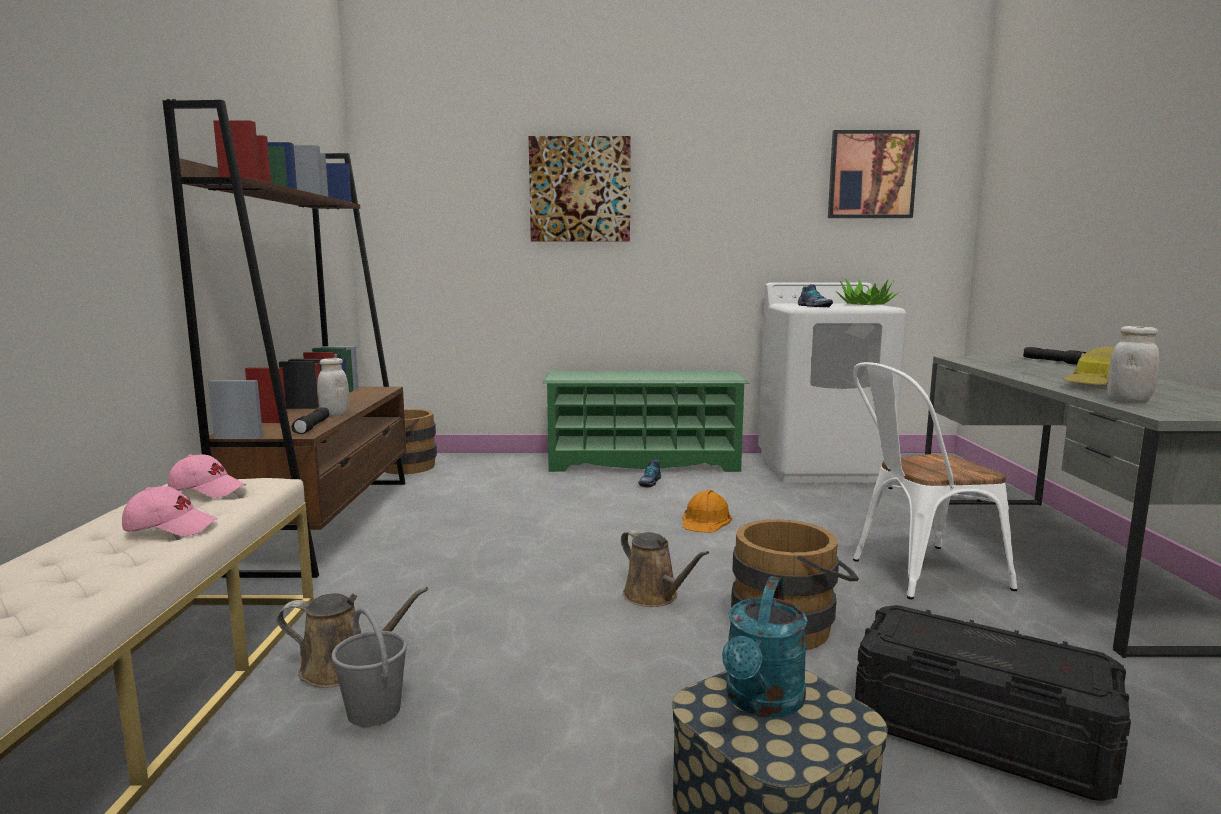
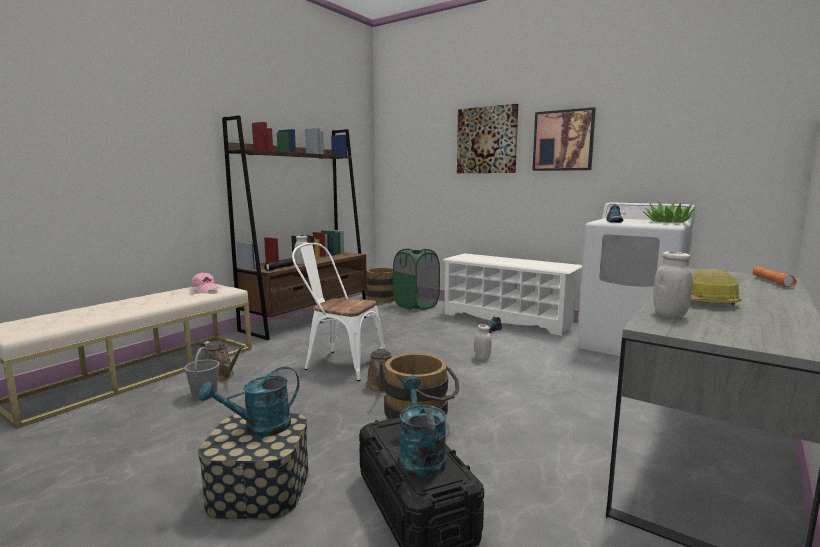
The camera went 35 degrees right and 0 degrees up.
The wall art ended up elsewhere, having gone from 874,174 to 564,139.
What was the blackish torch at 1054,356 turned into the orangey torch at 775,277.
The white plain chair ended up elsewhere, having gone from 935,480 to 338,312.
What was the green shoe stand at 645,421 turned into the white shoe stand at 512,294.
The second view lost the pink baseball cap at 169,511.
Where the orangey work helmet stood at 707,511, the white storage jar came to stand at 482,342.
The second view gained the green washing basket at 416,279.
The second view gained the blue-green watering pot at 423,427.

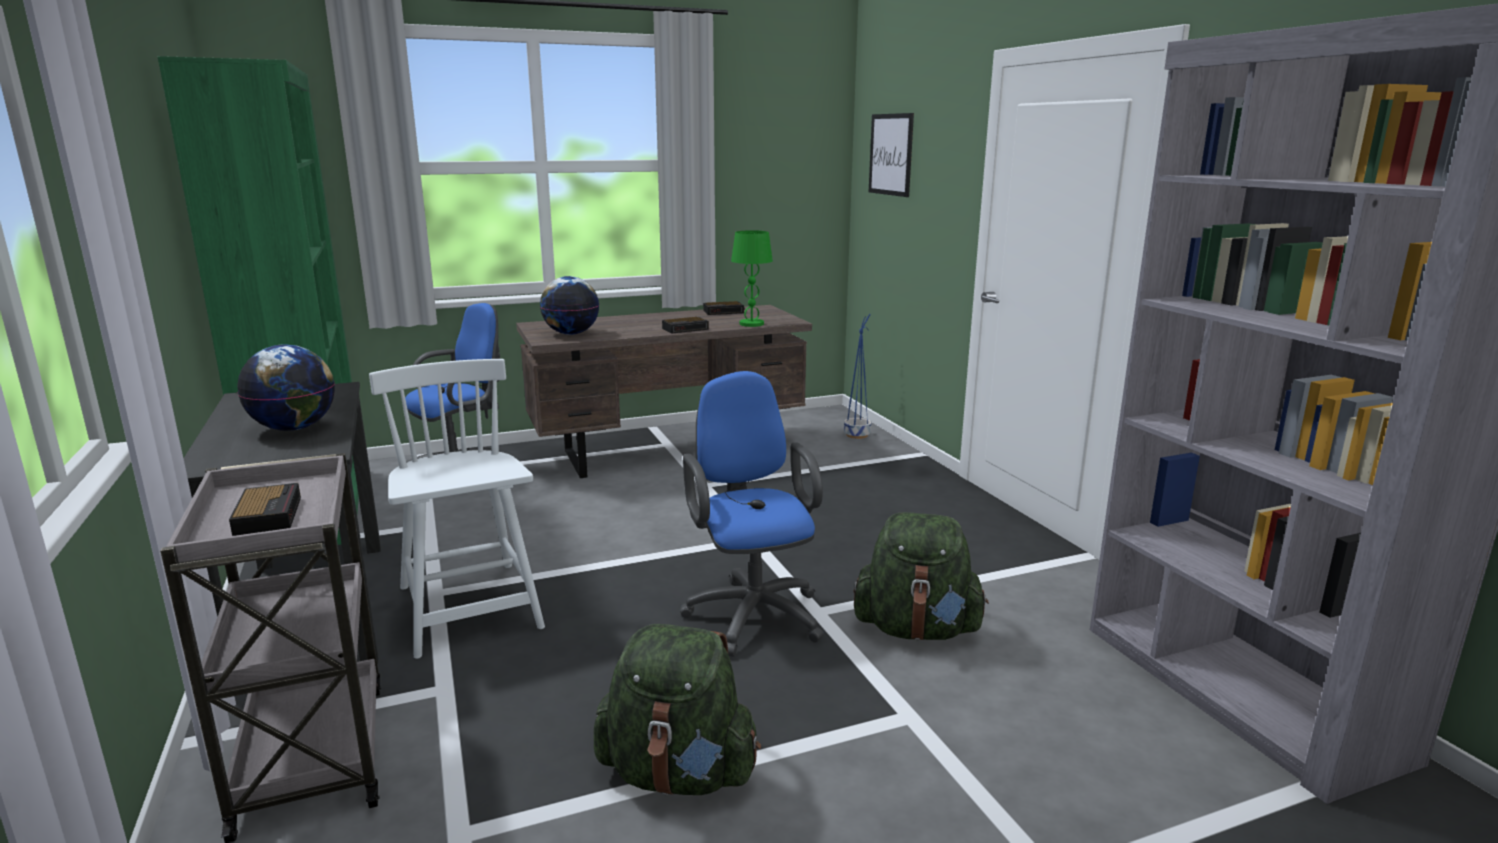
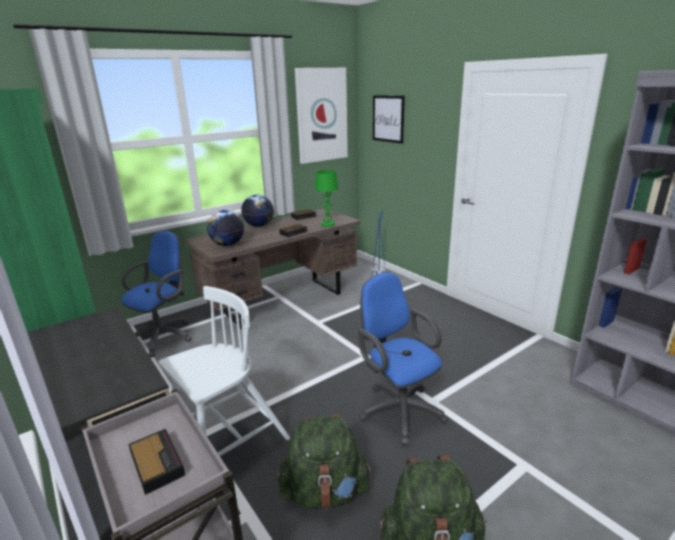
The camera went 15 degrees left and 5 degrees up.
The desk globe ended up elsewhere, having gone from 286,387 to 257,211.
The white plain chair at 457,509 ended up facing another way, 90 degrees clockwise from before.
The green rucksack ended up elsewhere, having gone from 921,576 to 325,461.
The second view gained the wall art at 321,116.

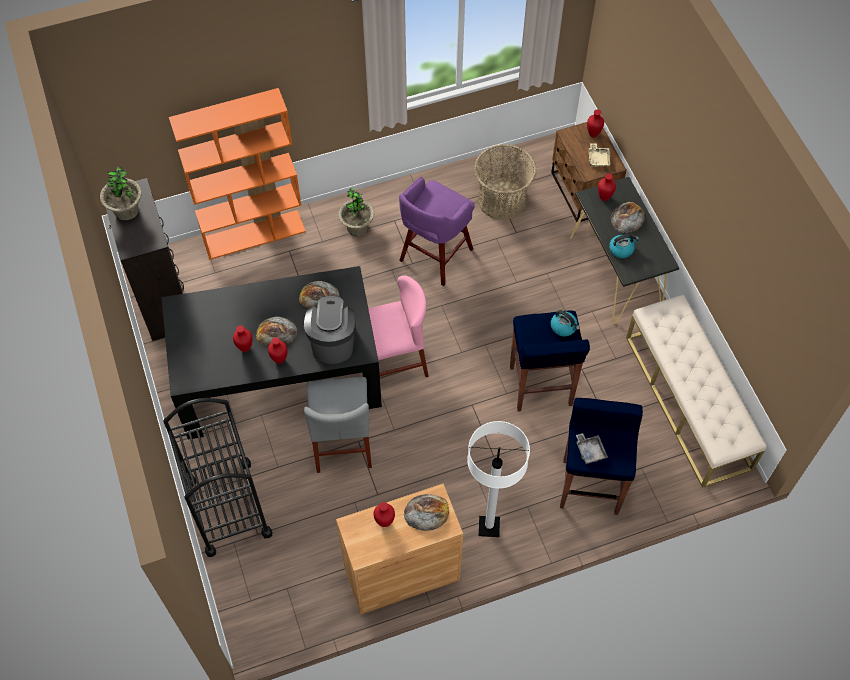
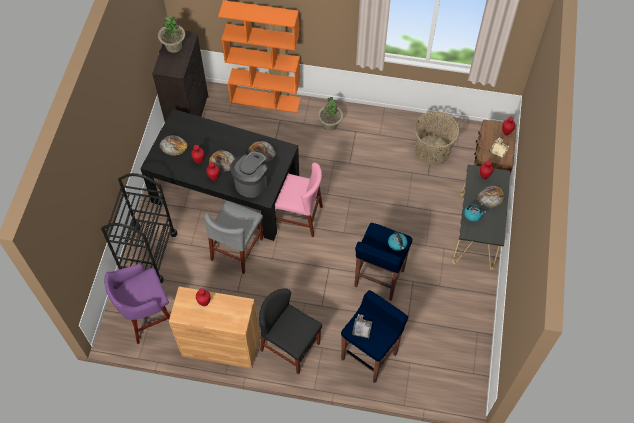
The camera went 30 degrees right and 0 degrees up.
The purplish sitting stool ended up elsewhere, having gone from 437,231 to 137,304.
The second view lost the beige-coloured indoor bench at 696,391.
Where the white standing lamp stood at 498,479, the blackish plain chair came to stand at 290,331.
The bakery bread ended up elsewhere, having gone from 426,512 to 173,145.

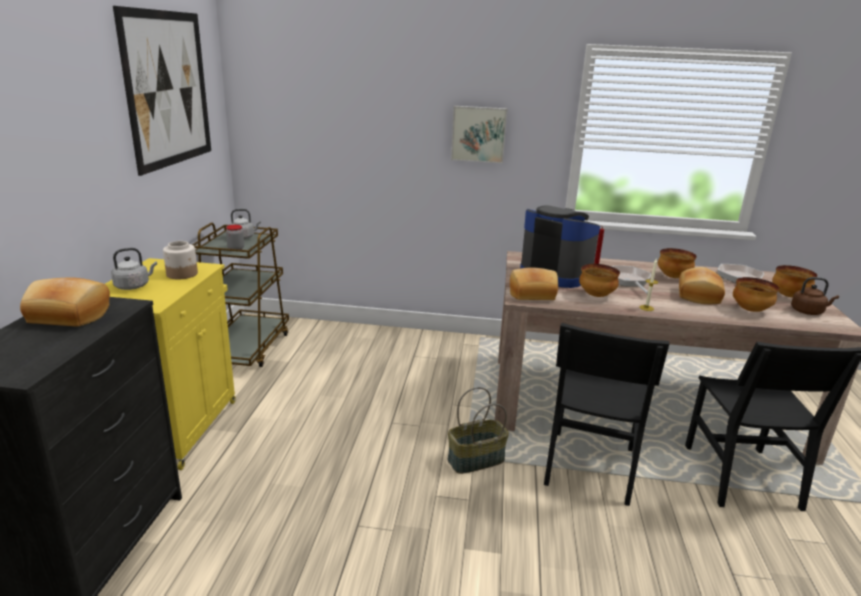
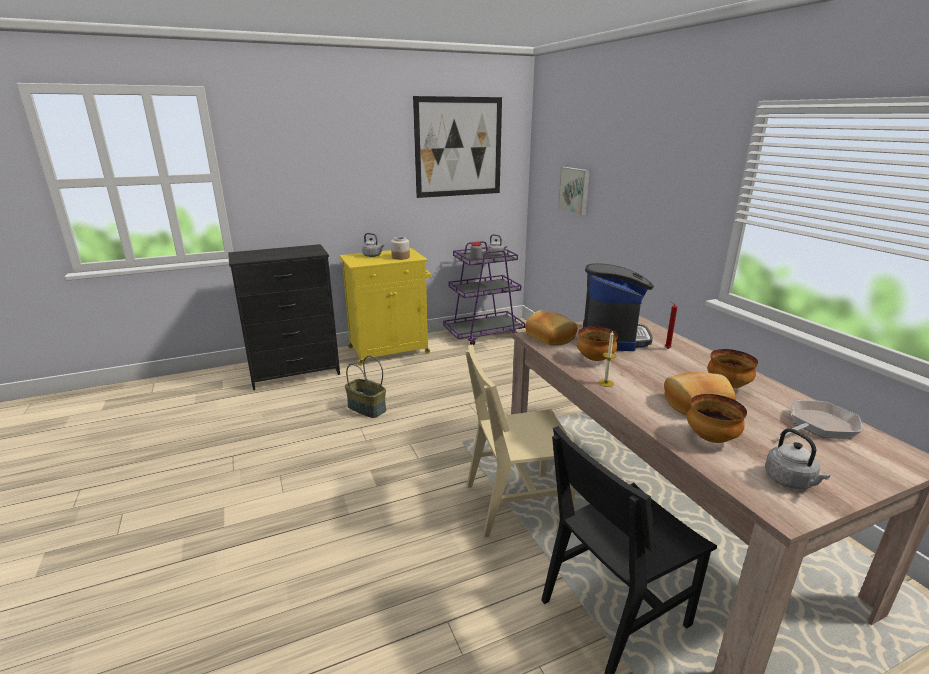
The camera went 60 degrees right and 0 degrees up.
The wall art ended up elsewhere, having gone from 479,134 to 574,191.
What was the brownish wheeled cart at 240,295 turned into the purplish wheeled cart at 484,293.
The second view lost the serving bowl at 794,281.
The second view lost the pan at 631,280.
What was the brownish tea kettle at 815,296 turned into the greyish tea kettle at 797,458.
The second view lost the bakery bread at 65,302.
What was the blackish plain chair at 606,414 turned into the beige-coloured plain chair at 520,440.
The storage basket ended up elsewhere, having gone from 478,430 to 365,387.

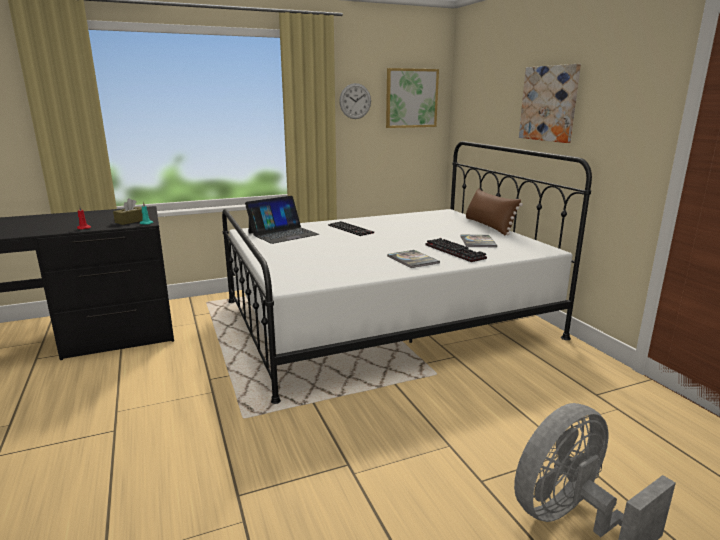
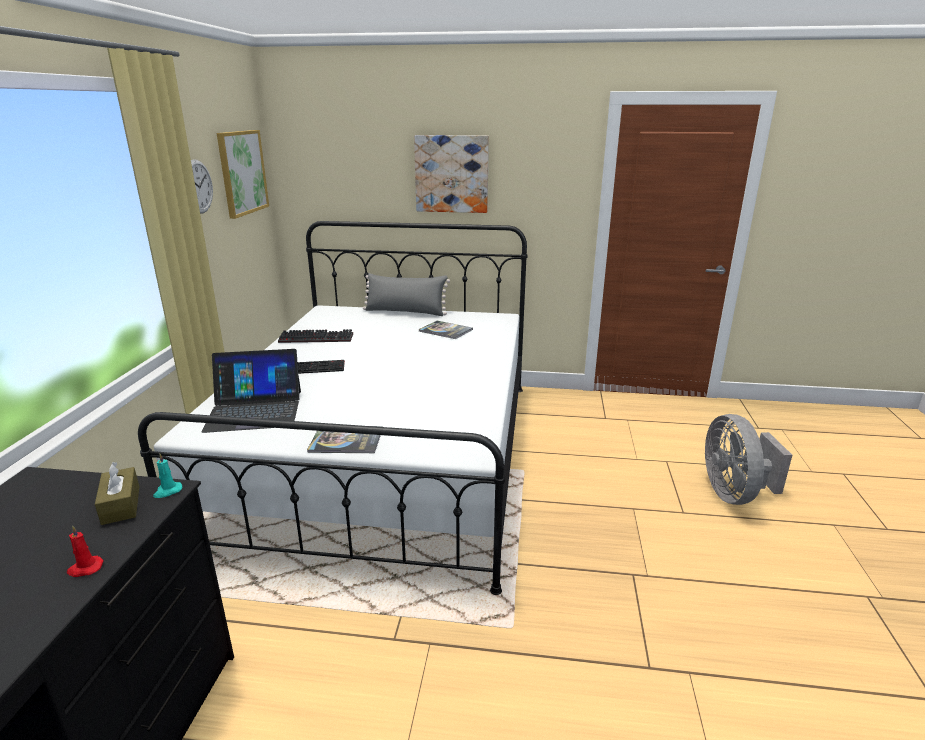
The camera went 60 degrees left and 5 degrees up.
What was the brownish pillow at 494,212 turned into the greyish pillow at 406,294.
The notebook computer at 282,220 ended up facing another way, 90 degrees clockwise from before.
The keyboard ended up elsewhere, having gone from 456,250 to 315,336.
The book ended up elsewhere, having gone from 413,259 to 345,439.

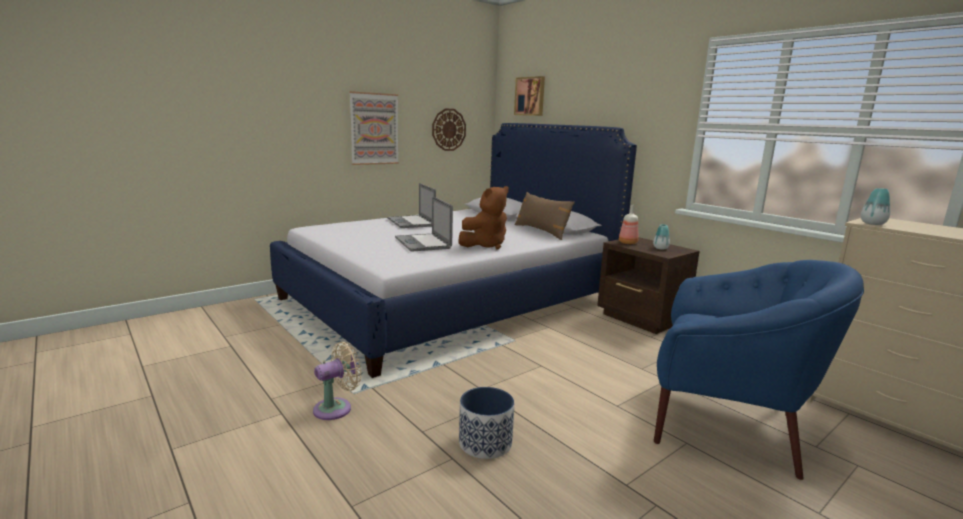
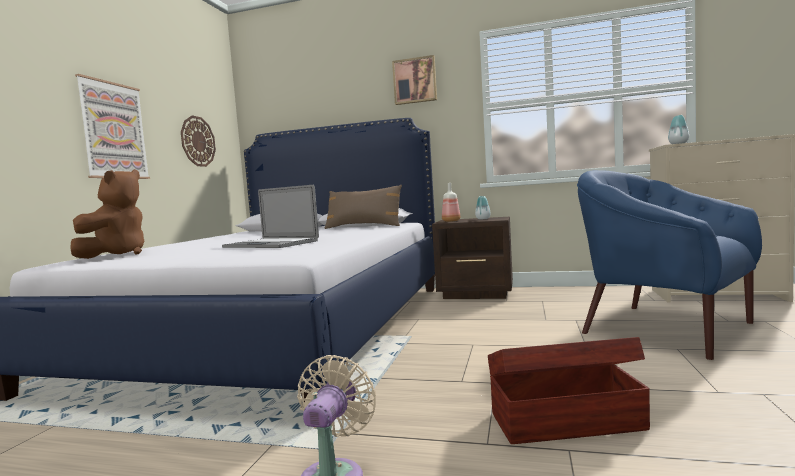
The camera went 35 degrees left and 10 degrees down.
The wall art ended up elsewhere, having gone from 529,96 to 414,80.
The second view lost the notebook computer at 411,205.
The brownish plush toy ended up elsewhere, having gone from 484,218 to 108,214.
The blue-coloured armchair at 759,370 ended up facing another way, 120 degrees counterclockwise from before.
Where the flower pot stood at 486,423, the brownish storage box came to stand at 569,390.

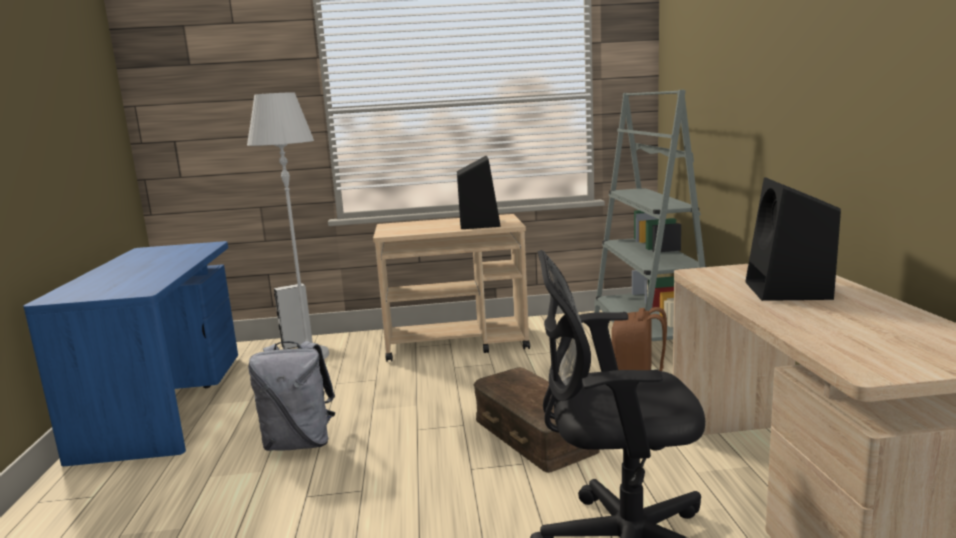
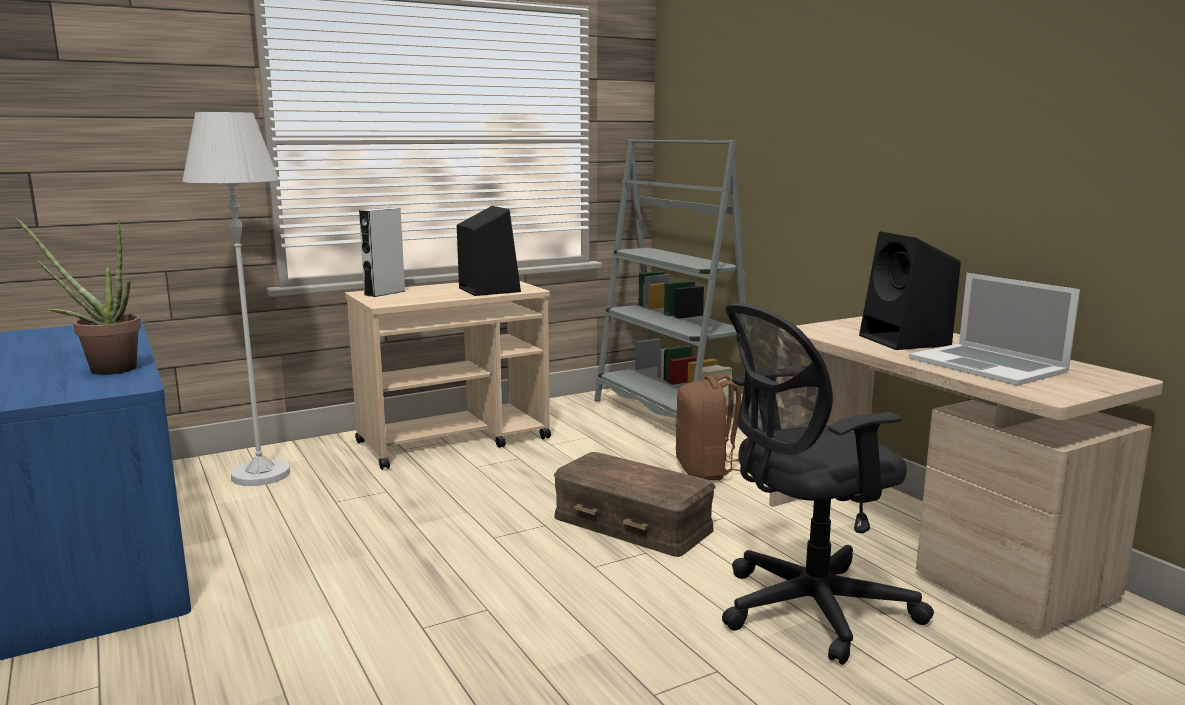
The camera went 25 degrees left and 0 degrees up.
The greyish loudspeaker ended up elsewhere, having gone from 293,316 to 382,252.
The second view lost the greyish rucksack at 291,396.
The second view gained the potted plant at 78,296.
The second view gained the notebook computer at 994,329.

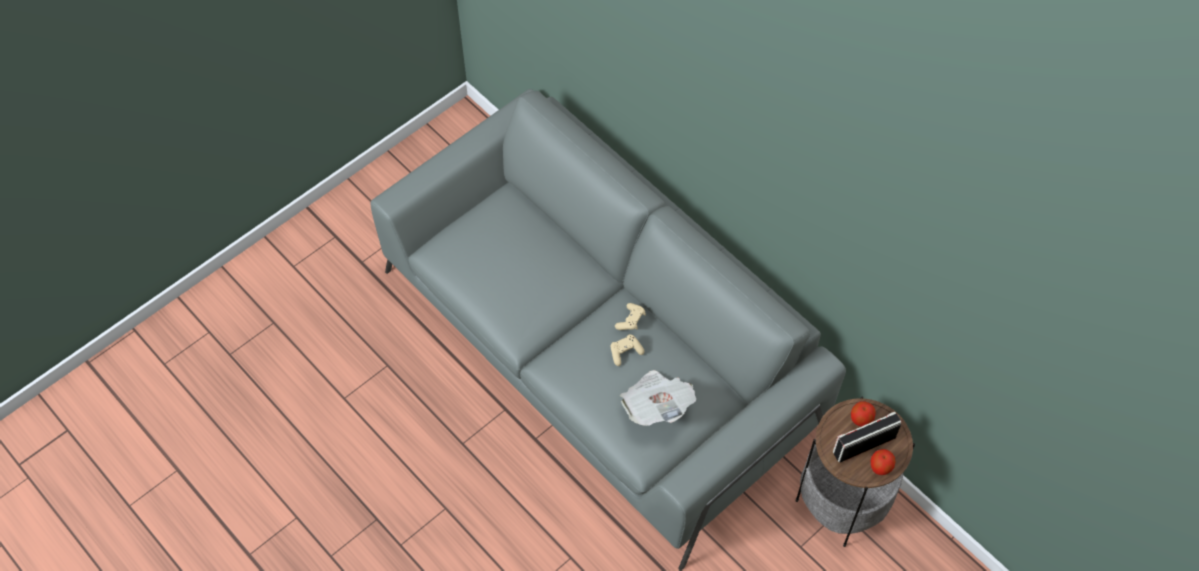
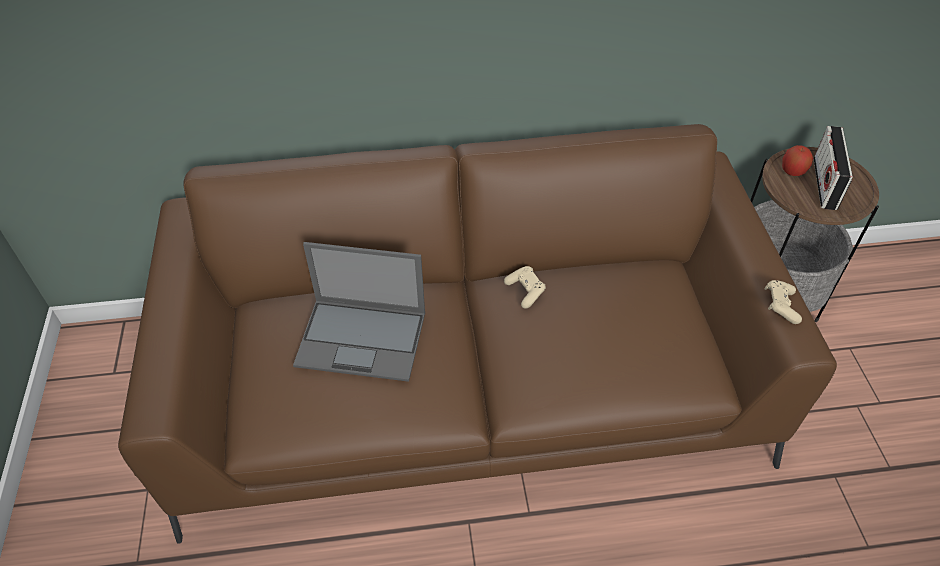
The camera went 55 degrees left and 10 degrees down.
What was the greyish settee at 608,330 turned into the brownish settee at 477,334.
The beige-coloured joypad ended up elsewhere, having gone from 627,350 to 783,302.
The second view lost the printed paper at 658,398.
The second view lost the whole apple at 883,462.
The second view gained the notebook computer at 359,312.

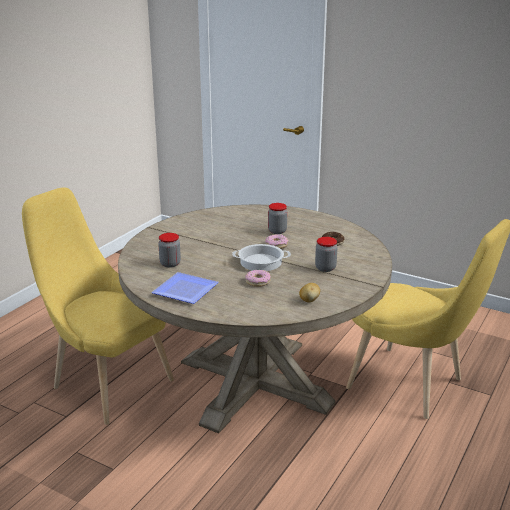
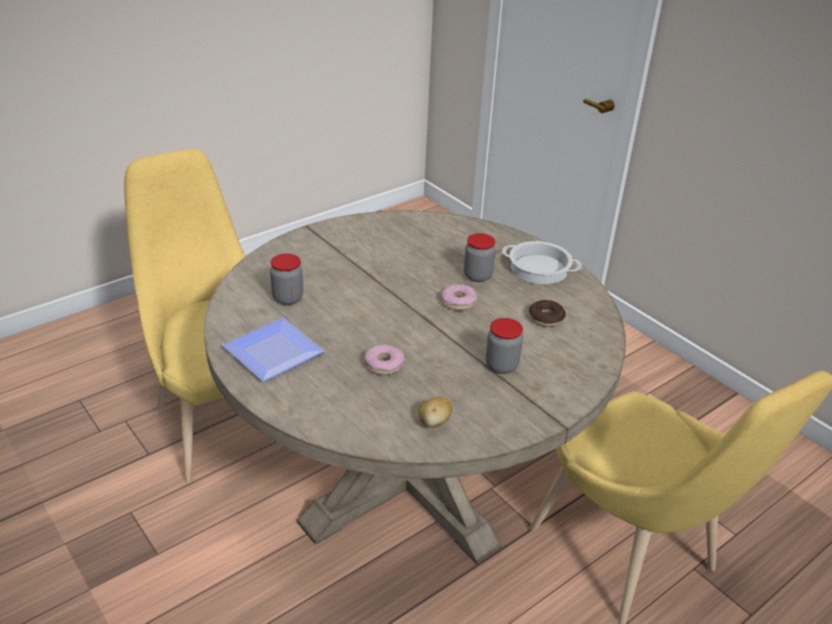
The camera went 20 degrees right and 10 degrees up.
The saucepot ended up elsewhere, having gone from 261,257 to 542,262.

